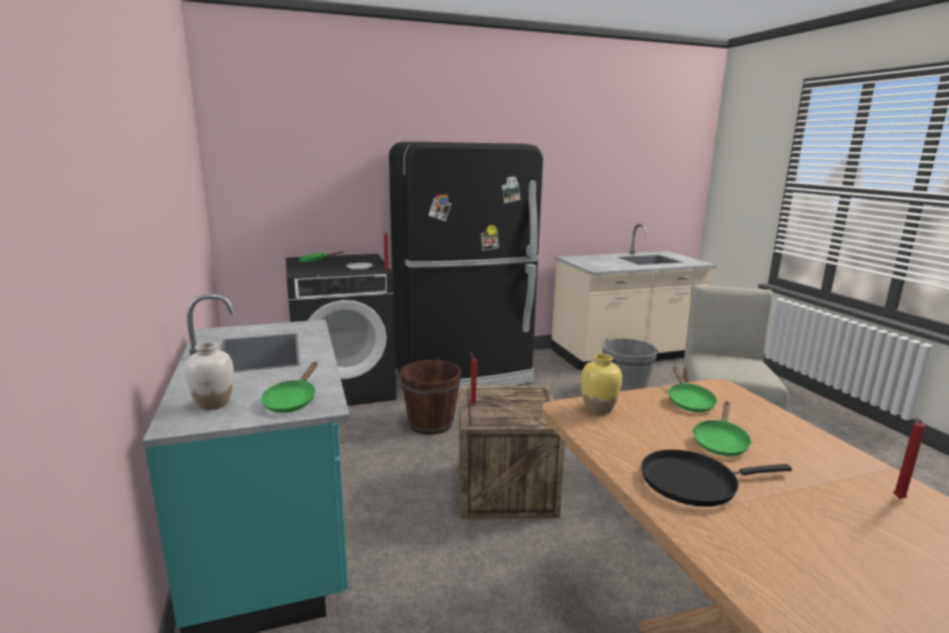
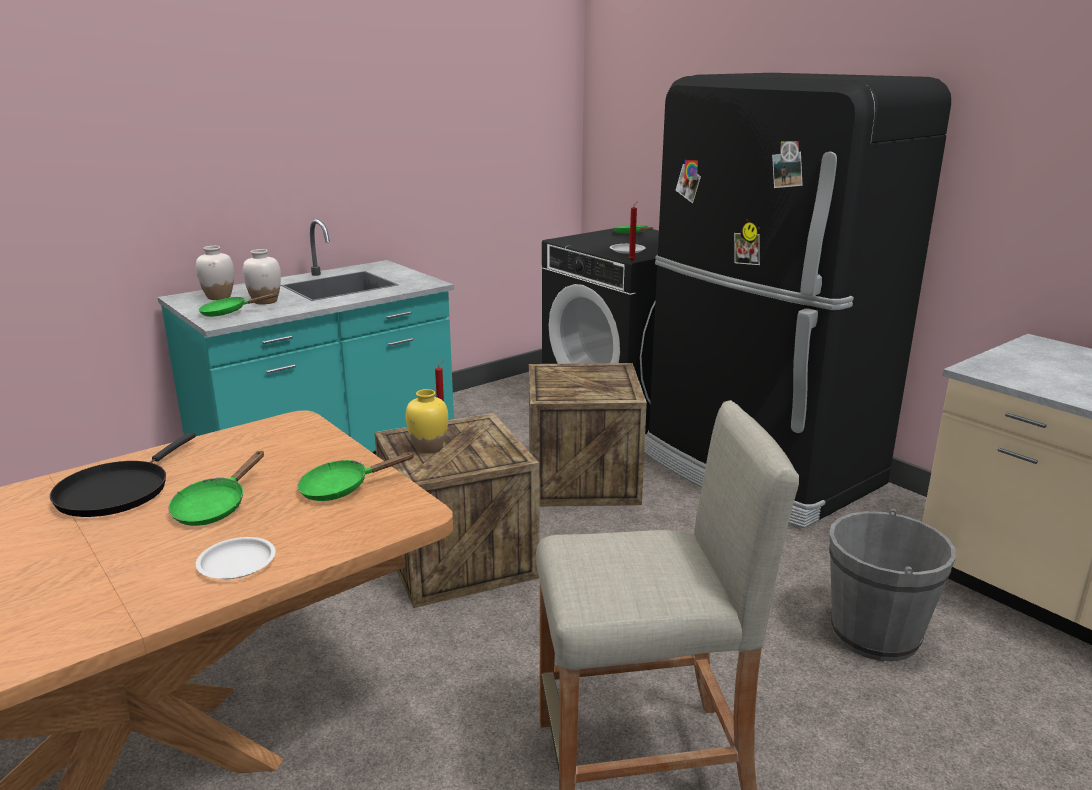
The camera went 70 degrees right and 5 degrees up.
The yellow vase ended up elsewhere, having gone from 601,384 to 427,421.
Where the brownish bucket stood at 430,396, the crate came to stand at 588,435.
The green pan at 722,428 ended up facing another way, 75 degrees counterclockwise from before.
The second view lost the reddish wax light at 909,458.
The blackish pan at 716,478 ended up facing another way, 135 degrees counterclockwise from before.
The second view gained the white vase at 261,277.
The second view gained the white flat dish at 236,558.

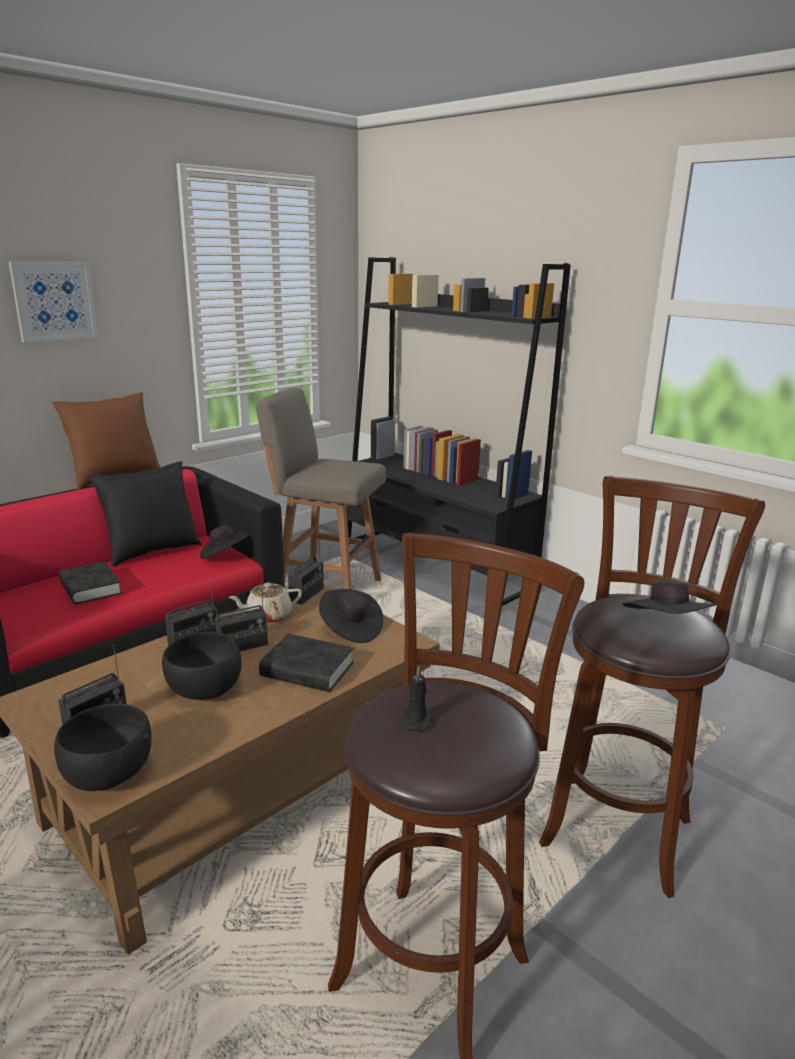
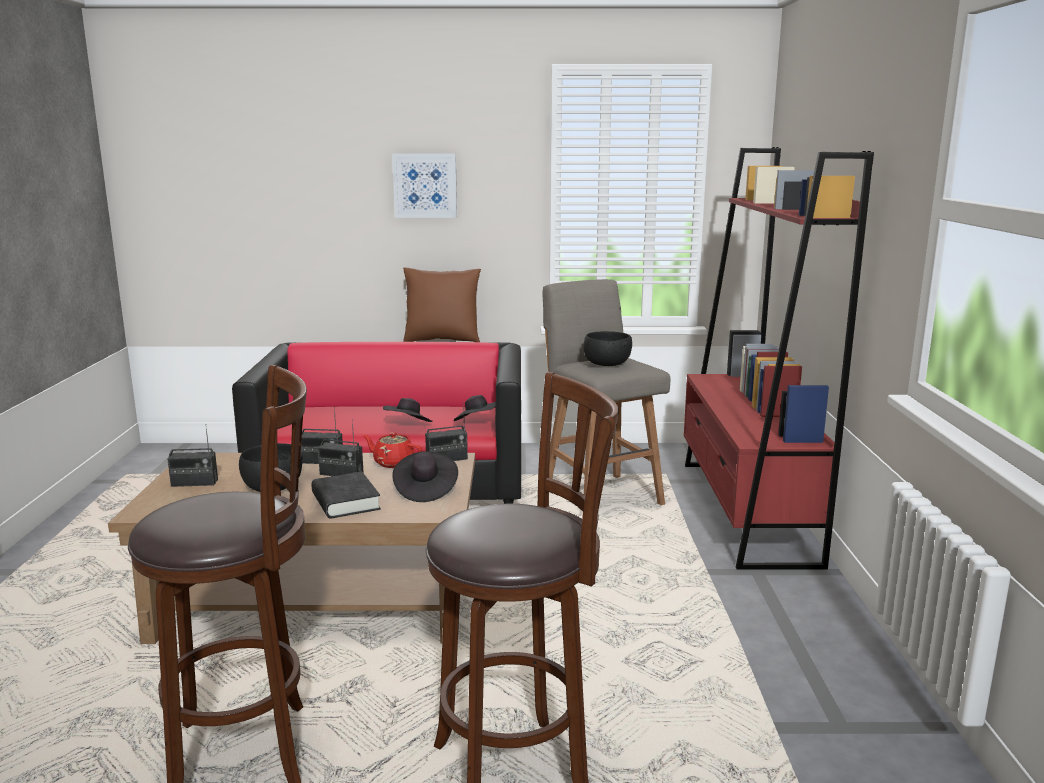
The camera went 45 degrees right and 5 degrees down.
What was the blackish bookcase at 459,431 turned into the reddish bookcase at 779,358.
The second view lost the blackish pillow at 145,514.
The second view lost the blackish book at 90,582.
The blackish clothing hat ended up elsewhere, having gone from 668,596 to 408,410.
What was the beige-coloured teapot at 265,603 turned into the reddish teapot at 392,450.
The second view lost the blackish wax light at 416,699.
The blackish serving bowl ended up elsewhere, having gone from 103,747 to 607,348.

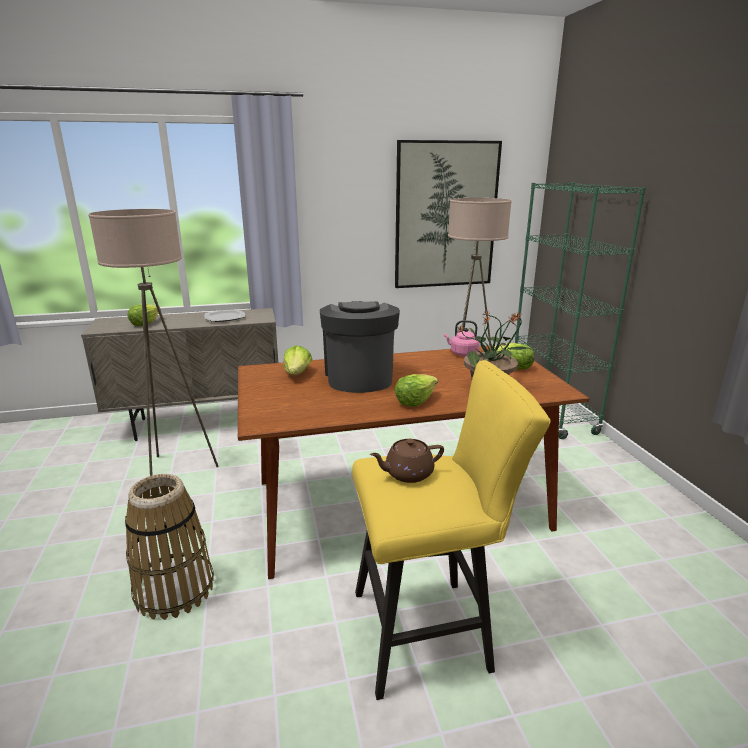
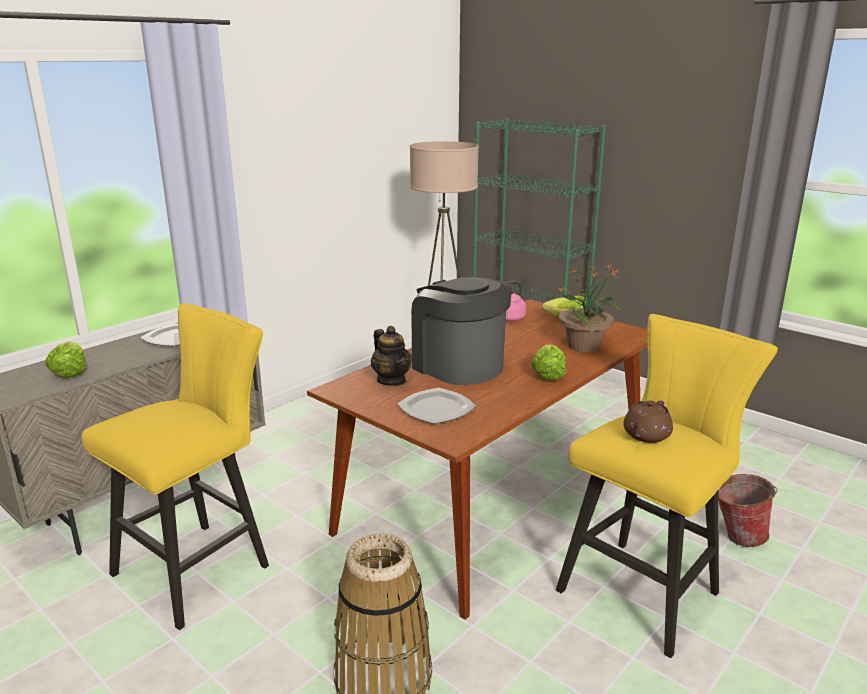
The camera went 35 degrees left and 0 degrees up.
The second view lost the wall art at 448,214.
Where the beige-coloured standing lamp stood at 153,352, the yellow sitting stool came to stand at 175,466.
Where the lettuce head stood at 298,360, the teapot came to stand at 391,356.
The second view gained the flat dish at 437,406.
The second view gained the bucket at 748,510.

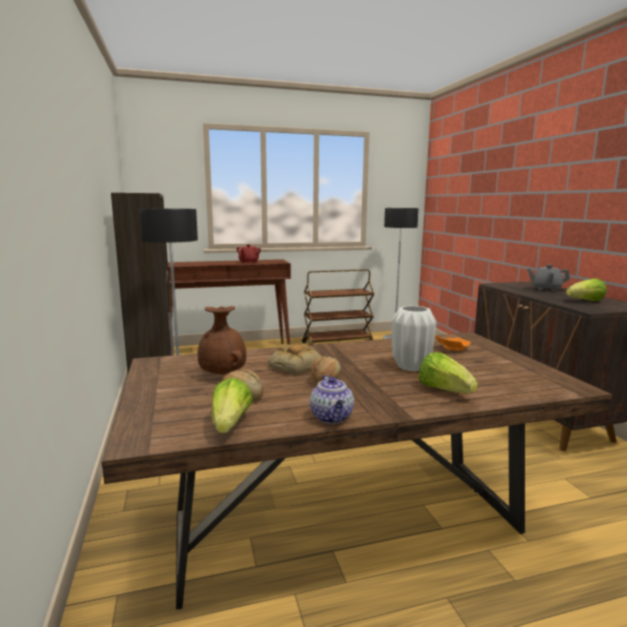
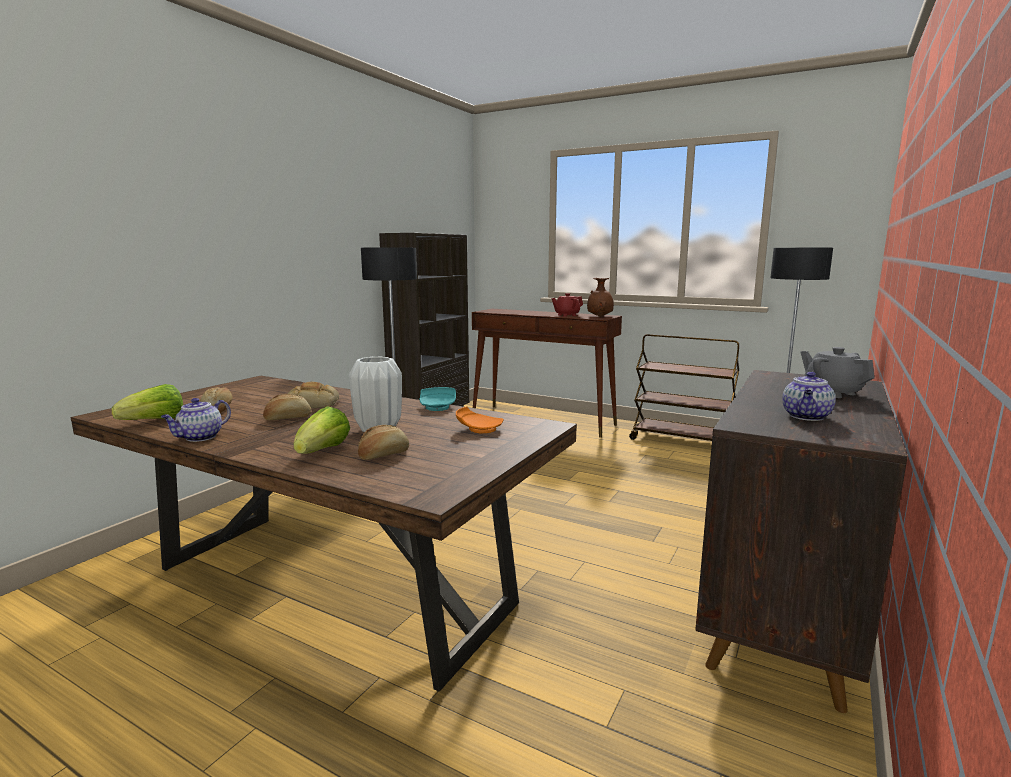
The camera went 45 degrees right and 0 degrees up.
Where the lettuce head stood at 586,289, the teapot came to stand at 809,396.
The brownish vase ended up elsewhere, having gone from 222,340 to 600,297.
The second view gained the blue-green flat dish at 438,399.
The second view gained the bakery bread at 383,442.

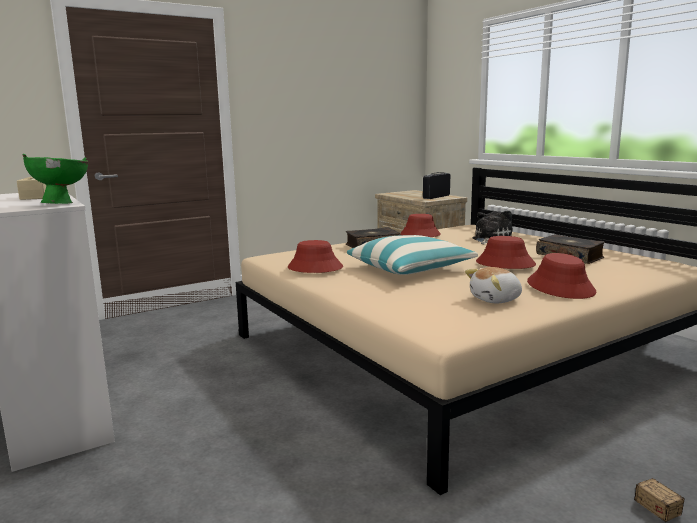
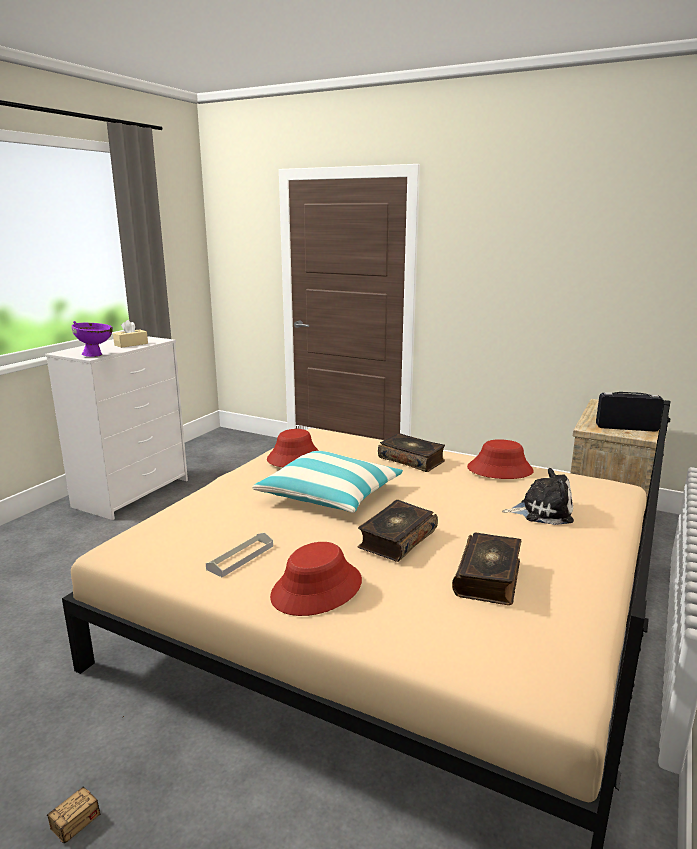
The camera went 60 degrees right and 5 degrees up.
What was the green serving bowl at 55,179 turned into the purplish serving bowl at 92,339.
Where the reddish clothing hat stood at 506,252, the book came to stand at 397,531.
Where the plush toy stood at 493,285, the greyish serving tray came to stand at 239,555.

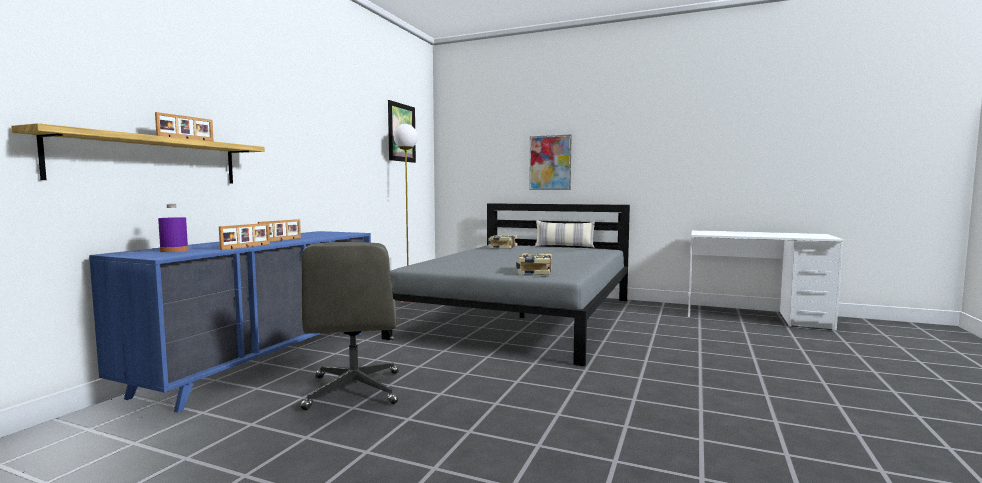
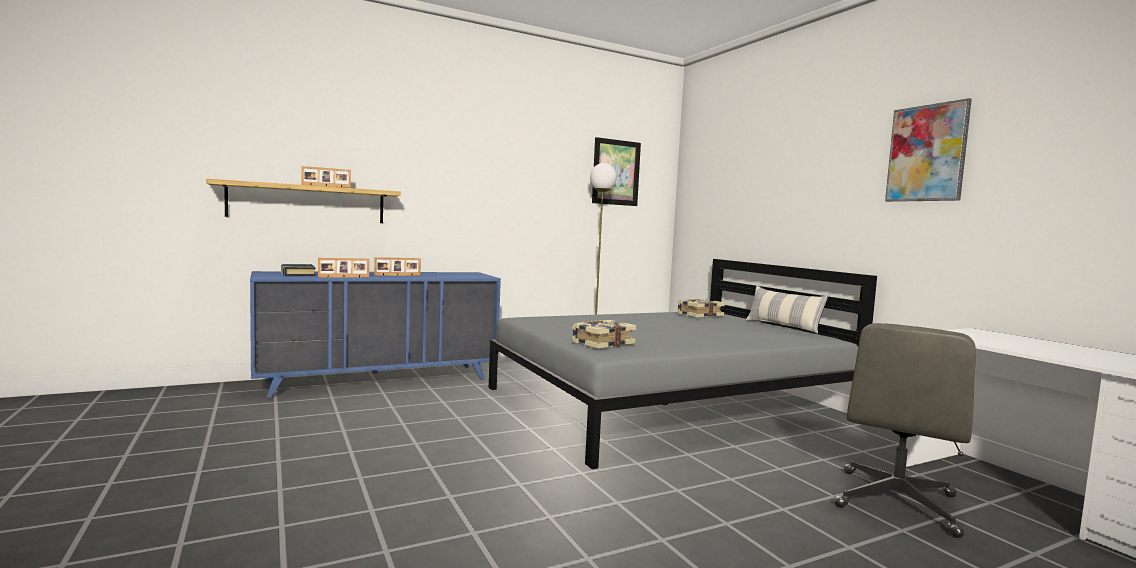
The camera went 40 degrees right and 0 degrees up.
The wall art ended up elsewhere, having gone from 550,162 to 928,150.
Where the purplish bottle stood at 173,228, the blackish book came to stand at 298,270.
The greyish office chair ended up elsewhere, having gone from 350,326 to 905,430.

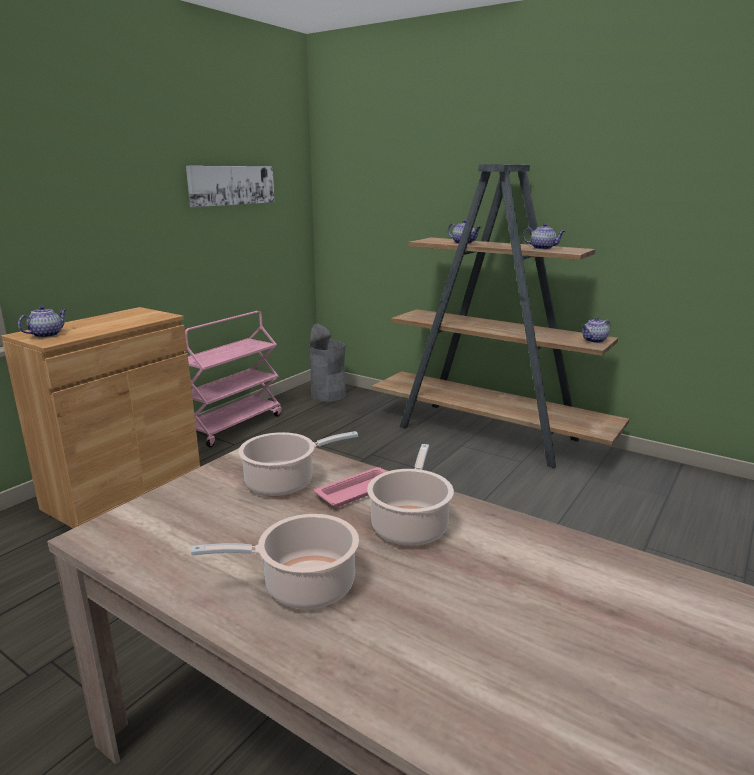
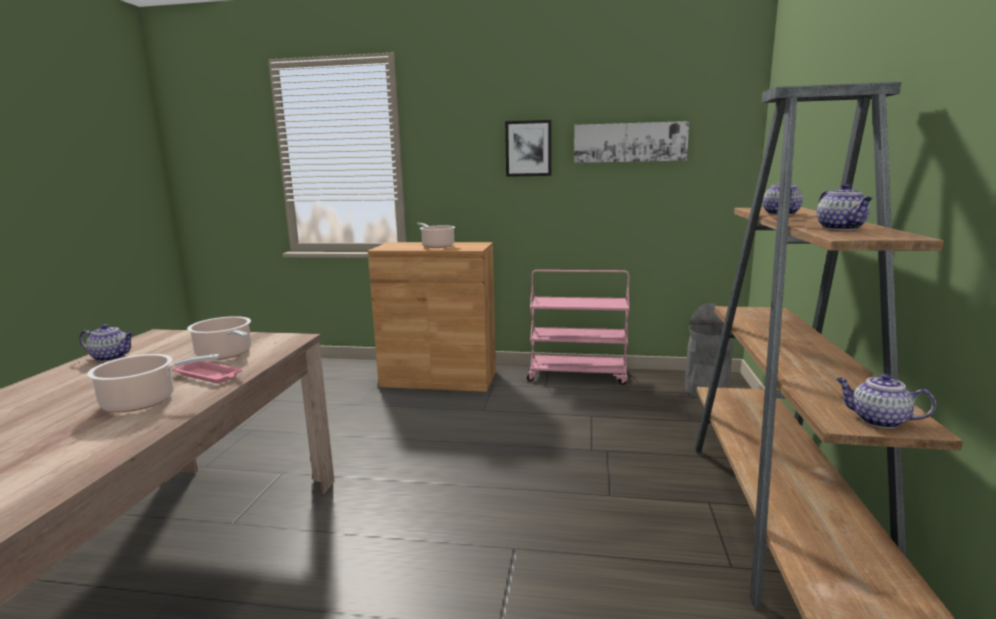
The camera went 65 degrees right and 5 degrees down.
The teapot ended up elsewhere, having gone from 42,322 to 106,343.
The saucepot ended up elsewhere, having gone from 275,561 to 436,235.
The second view gained the wall art at 528,148.

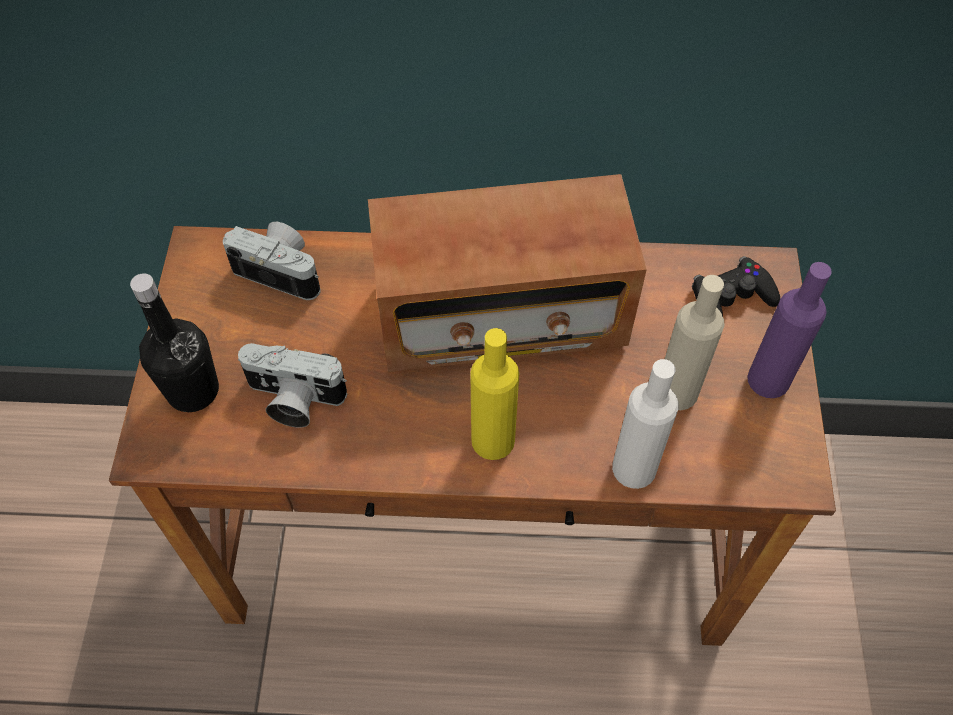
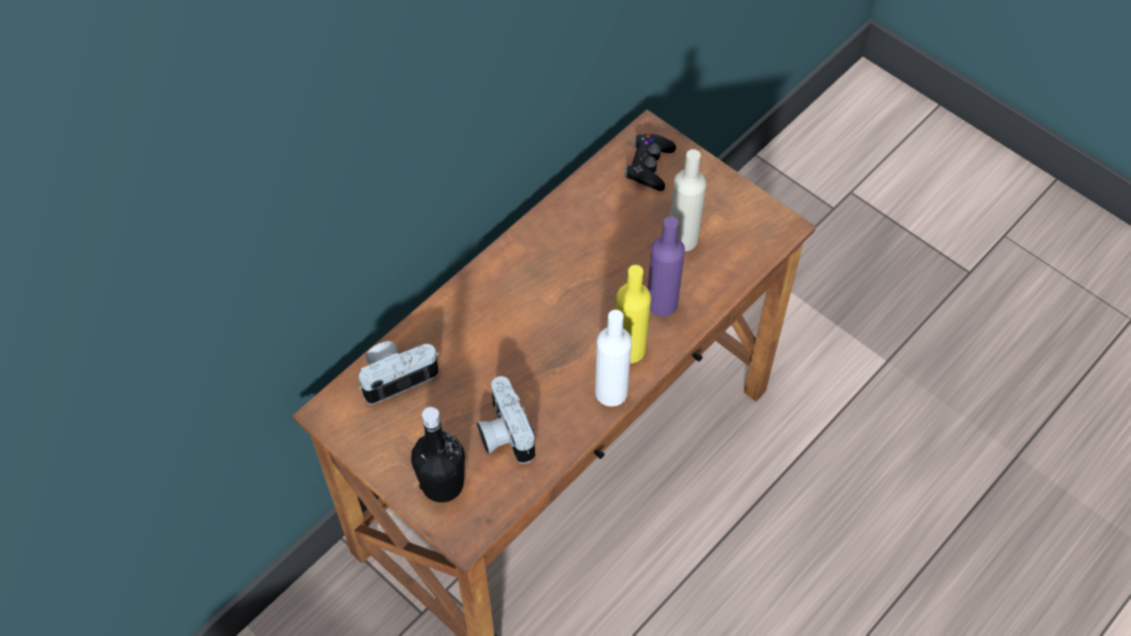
The camera went 50 degrees left and 0 degrees up.
The second view lost the radio at 507,273.
The purplish bottle ended up elsewhere, having gone from 790,330 to 666,266.
The photo camera at 292,385 ended up facing another way, 105 degrees clockwise from before.
The white bottle ended up elsewhere, having gone from 645,424 to 613,358.

